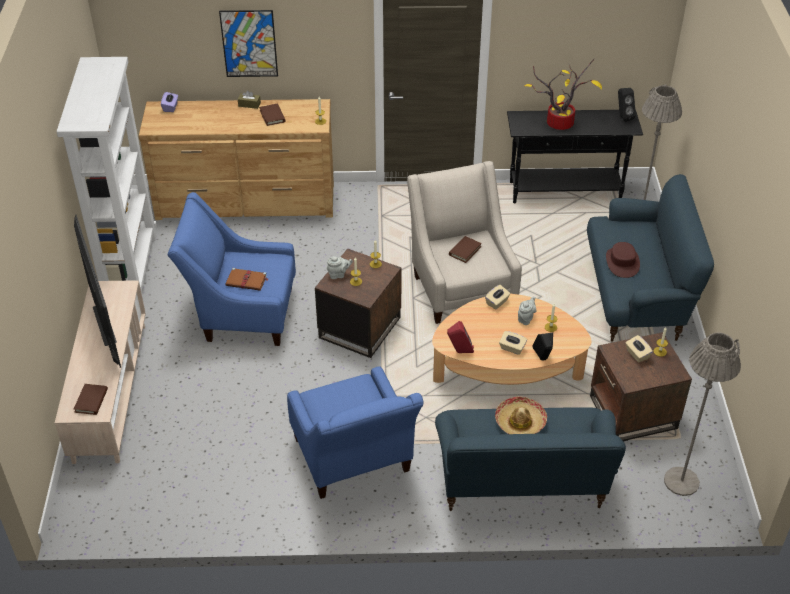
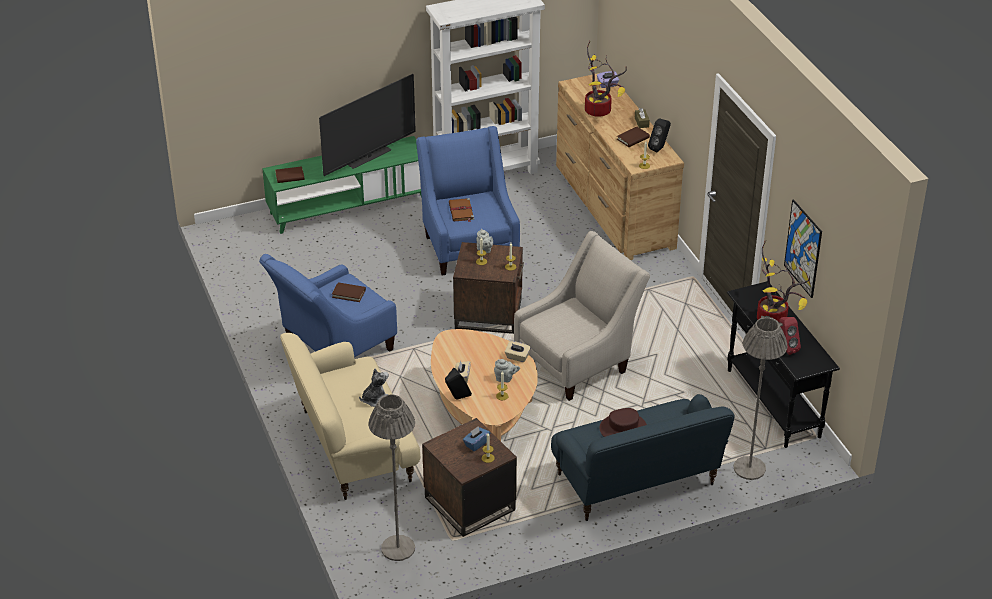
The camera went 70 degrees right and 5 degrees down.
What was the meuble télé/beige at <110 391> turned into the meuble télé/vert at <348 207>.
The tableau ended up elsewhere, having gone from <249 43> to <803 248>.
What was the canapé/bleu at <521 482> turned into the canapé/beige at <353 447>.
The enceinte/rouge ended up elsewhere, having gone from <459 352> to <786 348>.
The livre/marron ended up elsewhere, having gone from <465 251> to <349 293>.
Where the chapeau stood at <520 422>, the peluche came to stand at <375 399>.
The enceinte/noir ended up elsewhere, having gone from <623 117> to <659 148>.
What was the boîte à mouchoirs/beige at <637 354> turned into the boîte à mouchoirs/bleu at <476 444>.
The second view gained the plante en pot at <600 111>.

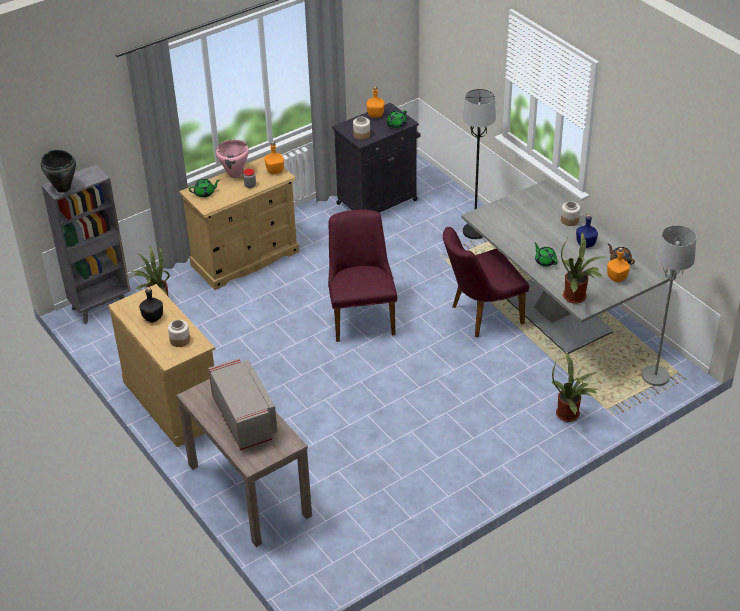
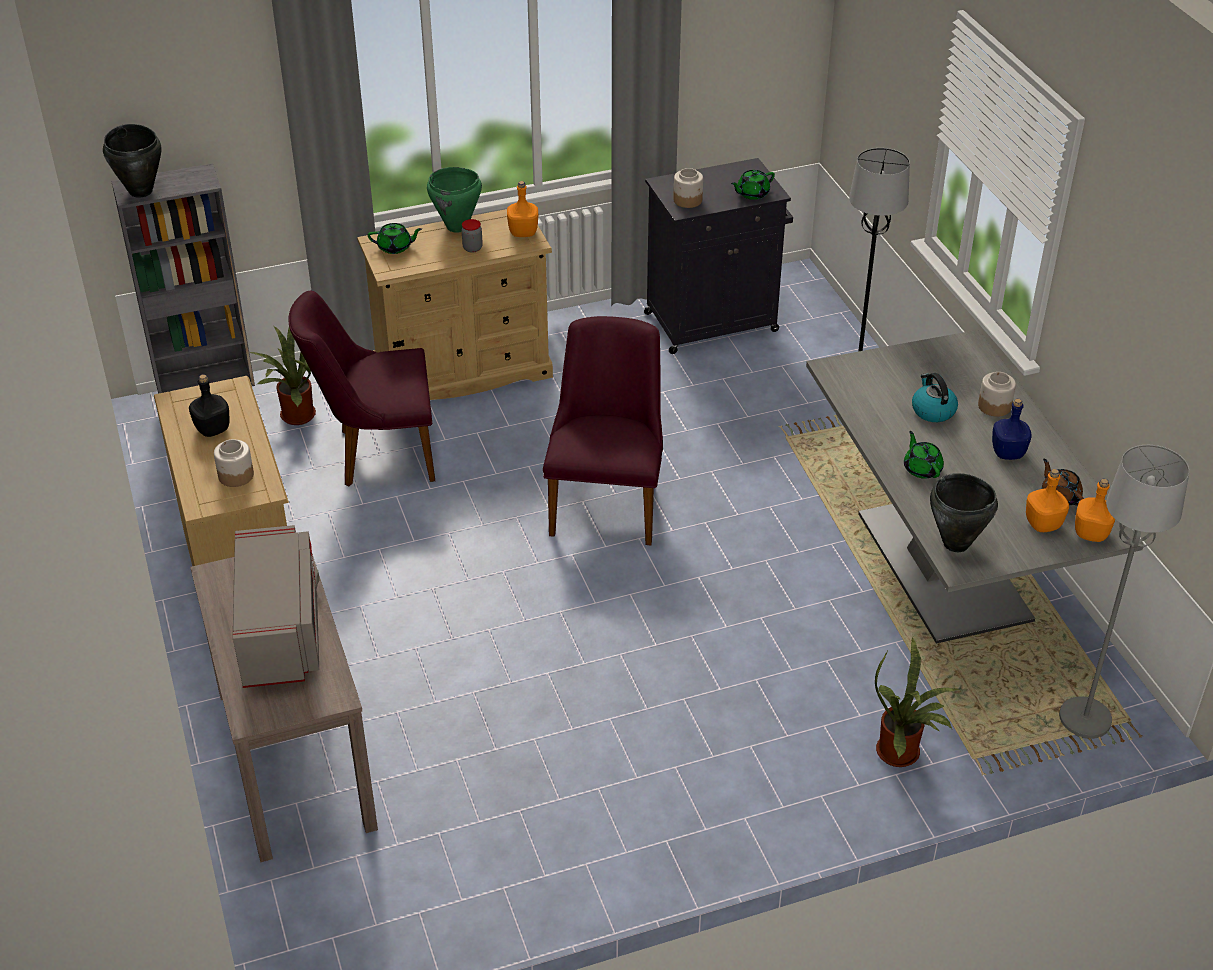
The camera went 15 degrees right and 0 degrees up.
What was the marmite/rose at <235 174> turned into the marmite/vert at <457 227>.
The bouteille/orange ended up elsewhere, having gone from <375 115> to <1090 533>.
The chaise/violet ended up elsewhere, having gone from <480 316> to <376 454>.
Where the plante en pot stood at <577 297>, the marmite/noir came to stand at <956 544>.
The second view gained the bouilloire at <932 410>.

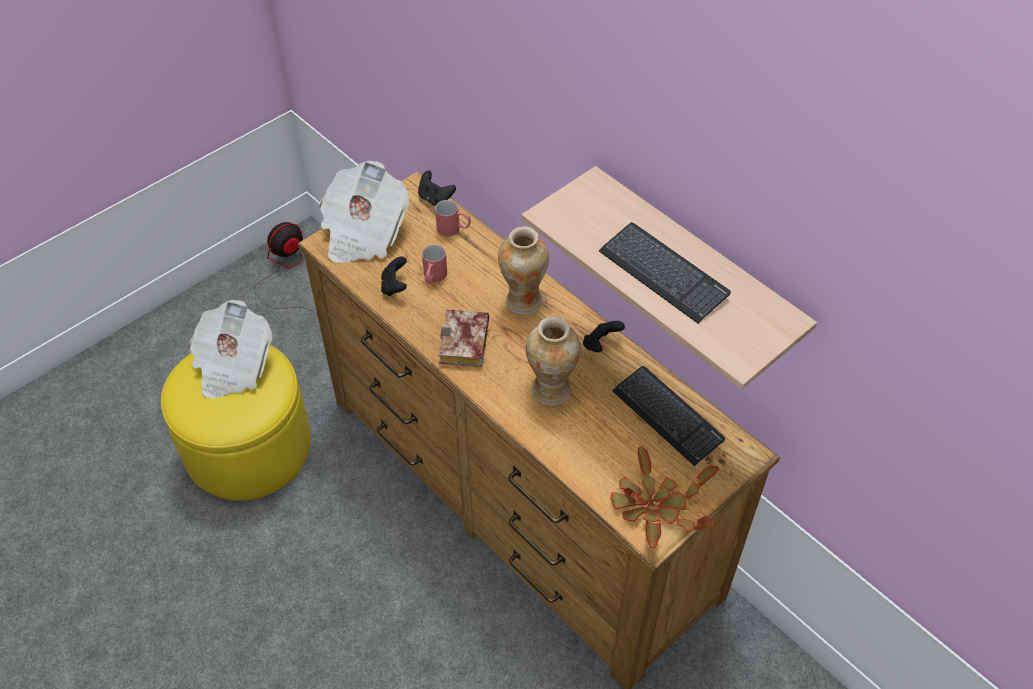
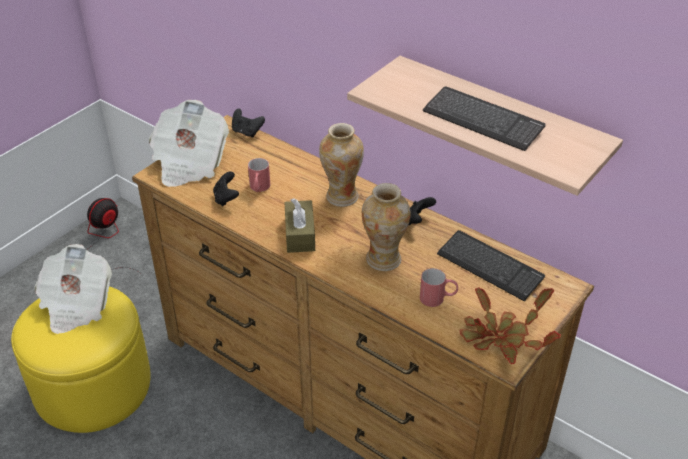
The camera went 10 degrees left and 10 degrees down.
The mug/rouge ended up elsewhere, having gone from <454 230> to <438 299>.
Where the livre stood at <466 345>, the boîte à mouchoirs/marron came to stand at <300 234>.

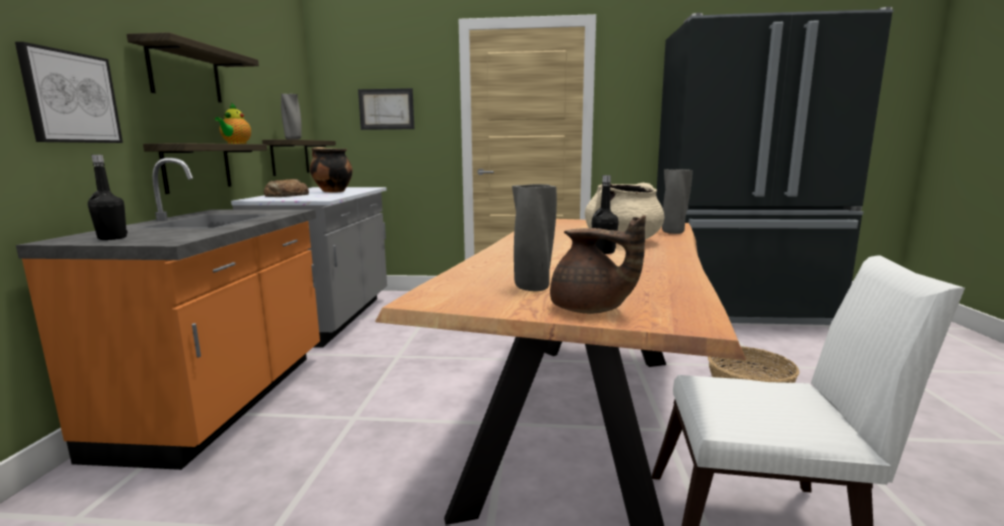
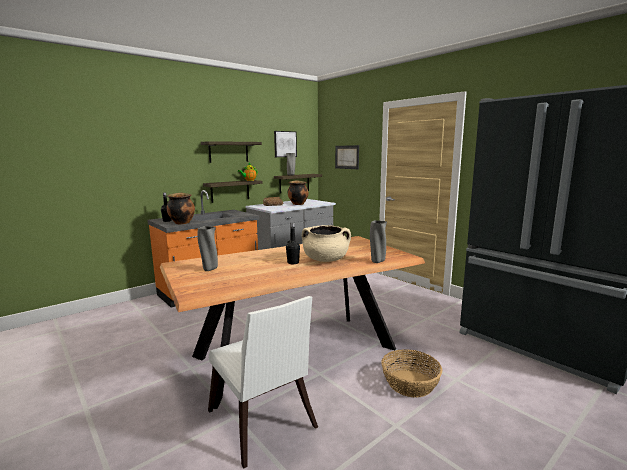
The camera went 45 degrees right and 0 degrees up.
The tableau ended up elsewhere, having gone from <70 97> to <285 144>.
The second view lost the théière/marron at <590 310>.
The second view gained the marmite at <181 223>.

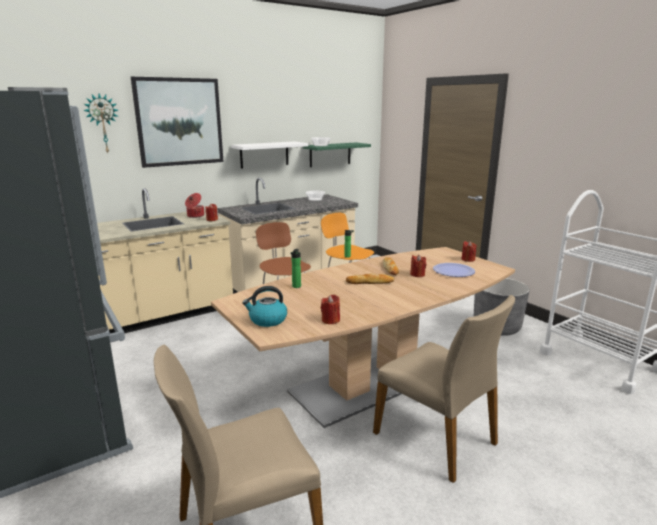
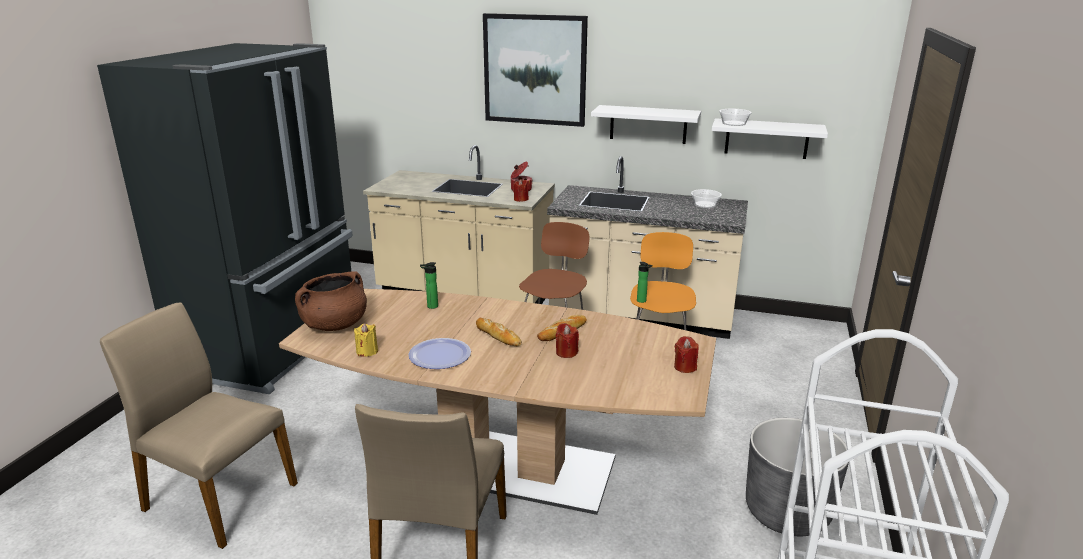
The camera went 50 degrees right and 5 degrees up.
The second view lost the horloge murale at <103 124>.
Where the bouilloire stood at <267 320>, the marmite/marron came to stand at <334 325>.
What was the étagère/vert at <330 154> turned into the étagère/blanc at <766 138>.
What was the bougie/rouge at <330 320> turned into the bougie/jaune at <367 351>.
The assiette ended up elsewhere, having gone from <453 271> to <439 355>.

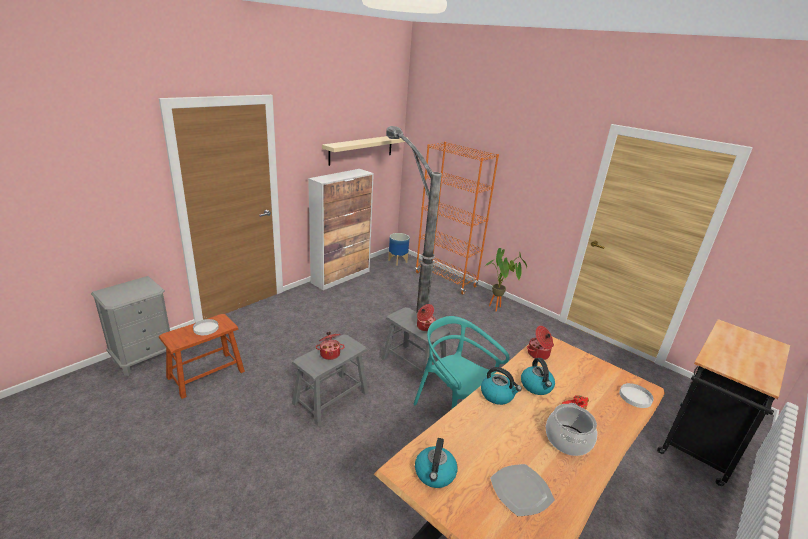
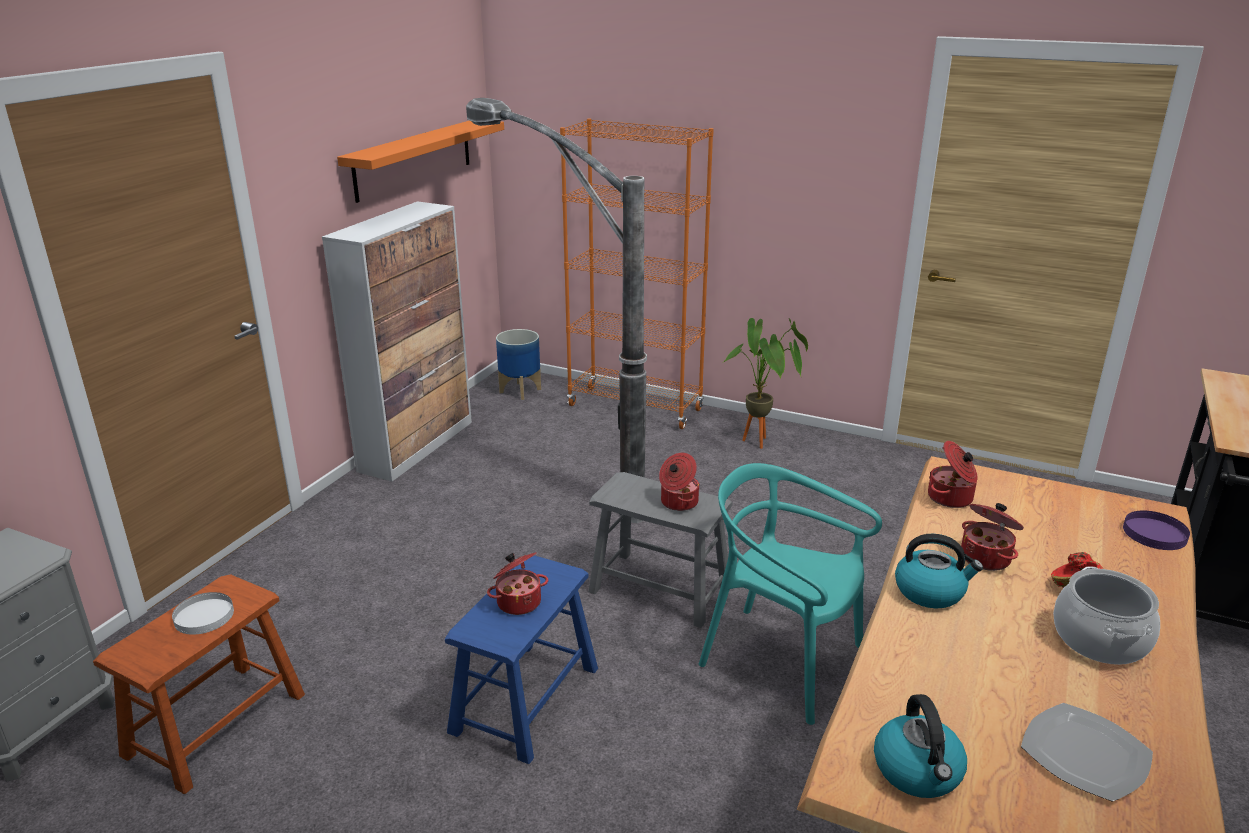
The camera went 15 degrees left and 0 degrees up.
What was the tabouret/gris at <330 398> turned into the tabouret/bleu at <525 699>.
What was the étagère/beige at <361 149> turned into the étagère/orange at <414 159>.
Where the bouilloire stood at <536 386>, the marmite came to stand at <986 557>.
What was the assiette/blanc at <635 397> turned into the assiette/violet at <1155 533>.

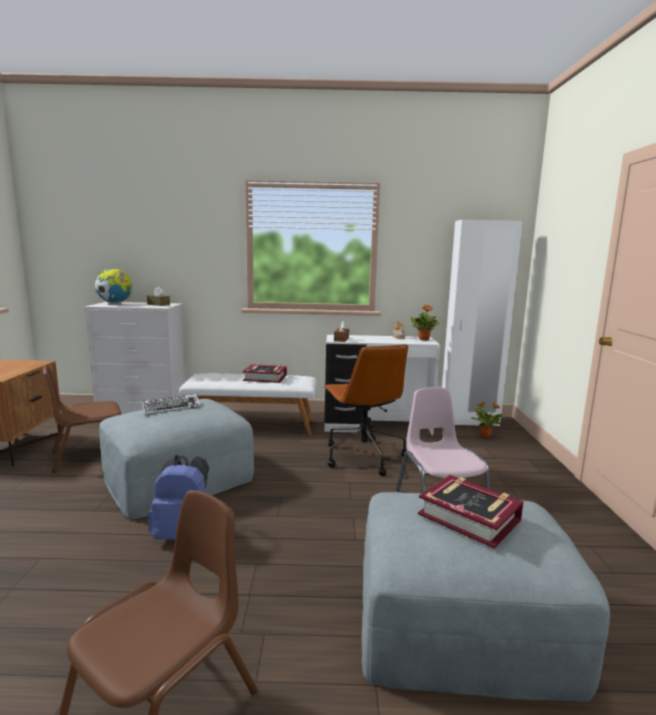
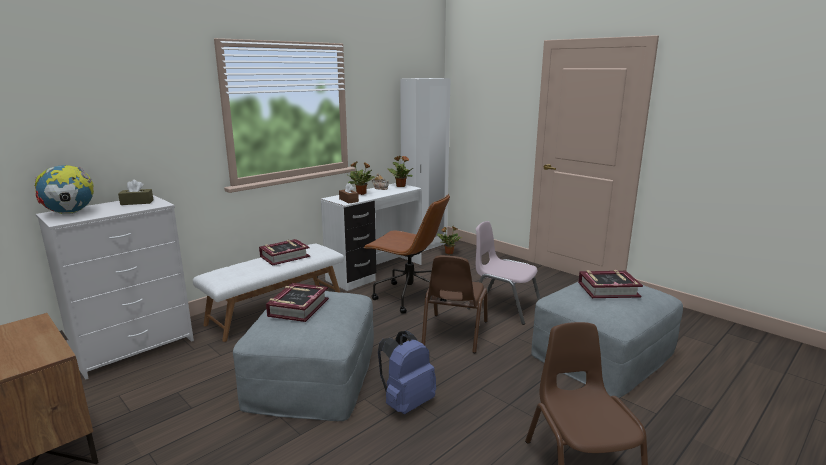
The camera went 45 degrees left and 5 degrees up.
The chaise/marron ended up elsewhere, having gone from <91 455> to <454 333>.
Where the clavier stood at <171 408>, the livre came to stand at <298 307>.
The second view gained the plante en pot at <361 193>.

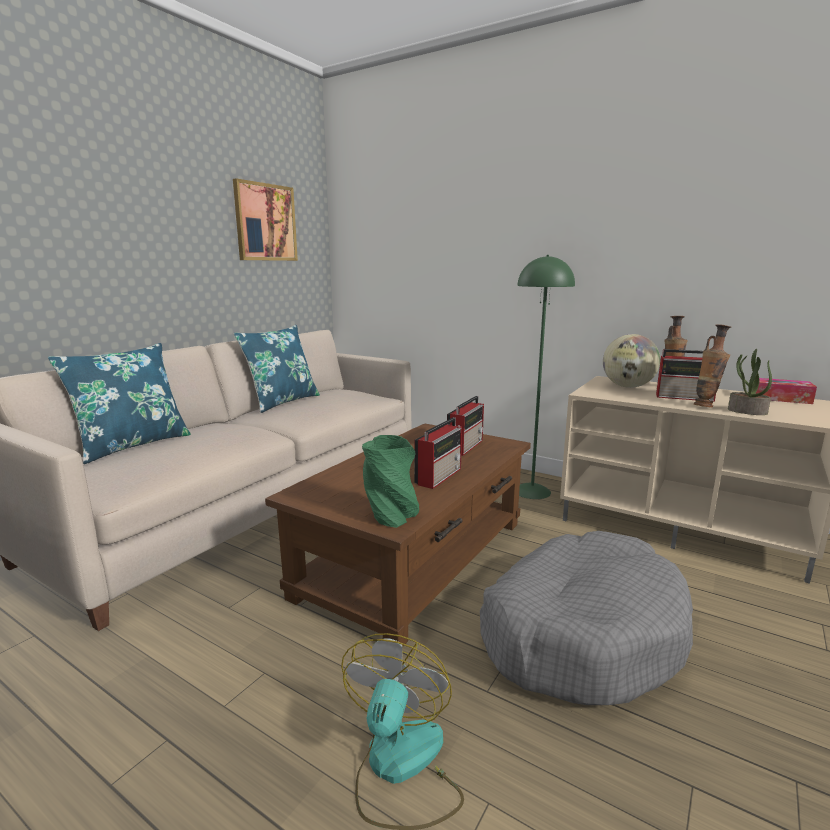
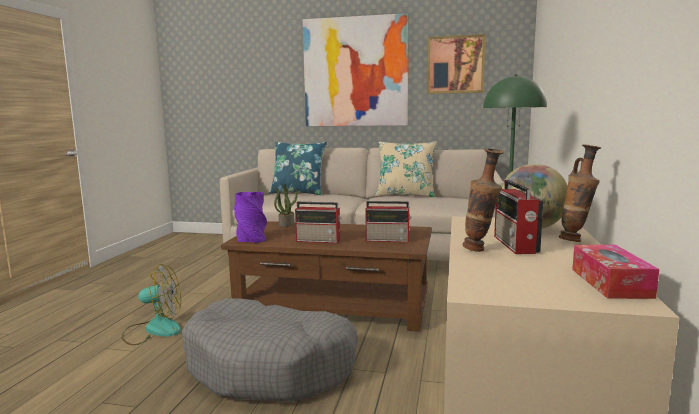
The camera went 70 degrees right and 5 degrees down.
What was the coussin/bleu at <282 402> turned into the coussin/beige at <405 195>.
What was the vase/vert at <391 516> turned into the vase/violet at <251 239>.
The plante en pot ended up elsewhere, having gone from <746 411> to <286 224>.
The second view gained the tableau at <355 72>.

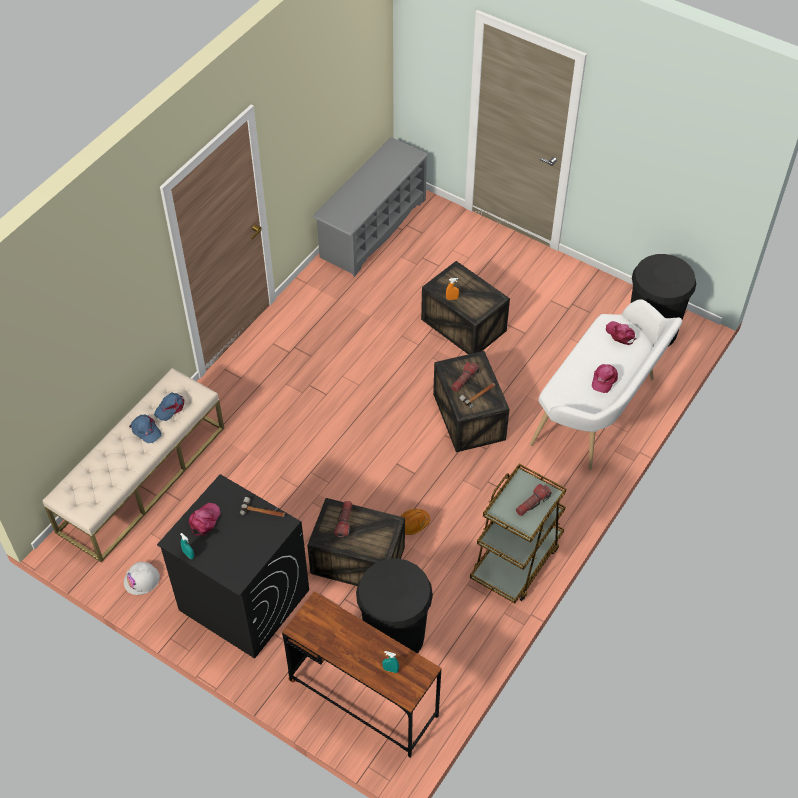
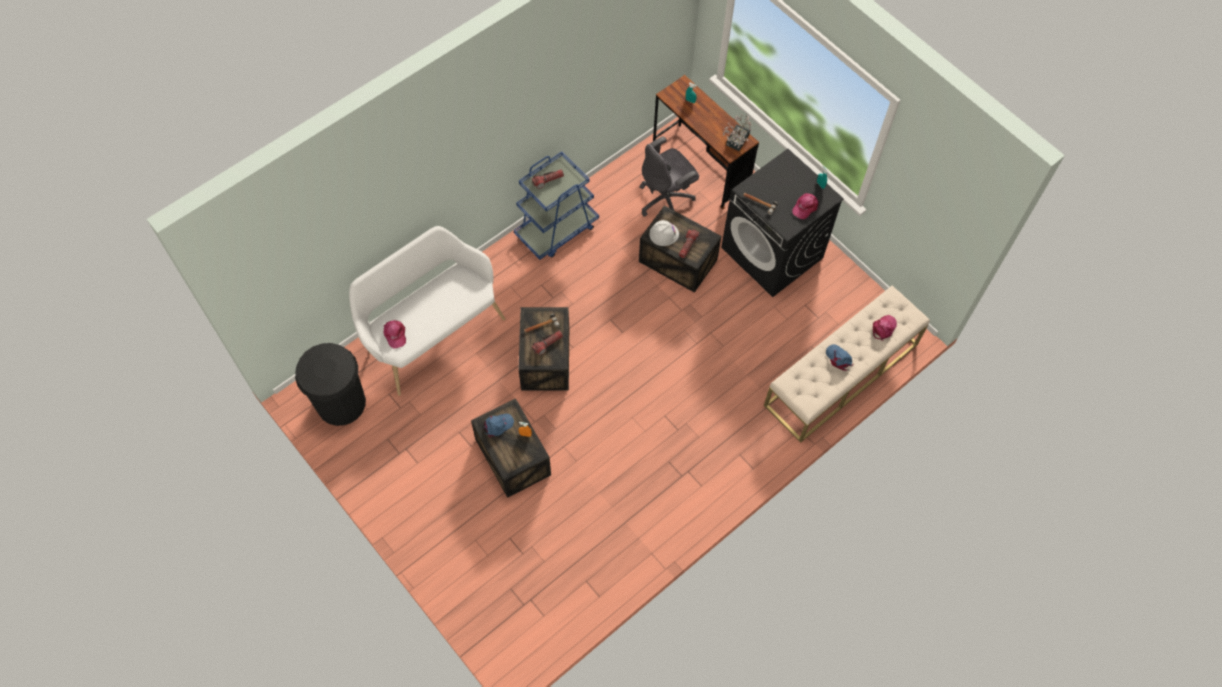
The camera went 165 degrees left and 10 degrees up.
The casque de chantier/blanc ended up elsewhere, having gone from <142 579> to <664 234>.
The casquette/bleu ended up elsewhere, having gone from <170 408> to <498 425>.
The second view lost the étagère à chaussures/gris at <373 228>.
Where the poubelle/noir stood at <394 635>, the chaise de bureau/gris came to stand at <666 200>.
The second view lost the casque de chantier/orange at <413 524>.
What was the chariot/marron at <516 560> turned into the chariot/bleu at <557 230>.
The casquette/rose ended up elsewhere, having gone from <604 379> to <883 328>.
The second view gained the plante en pot at <735 142>.

